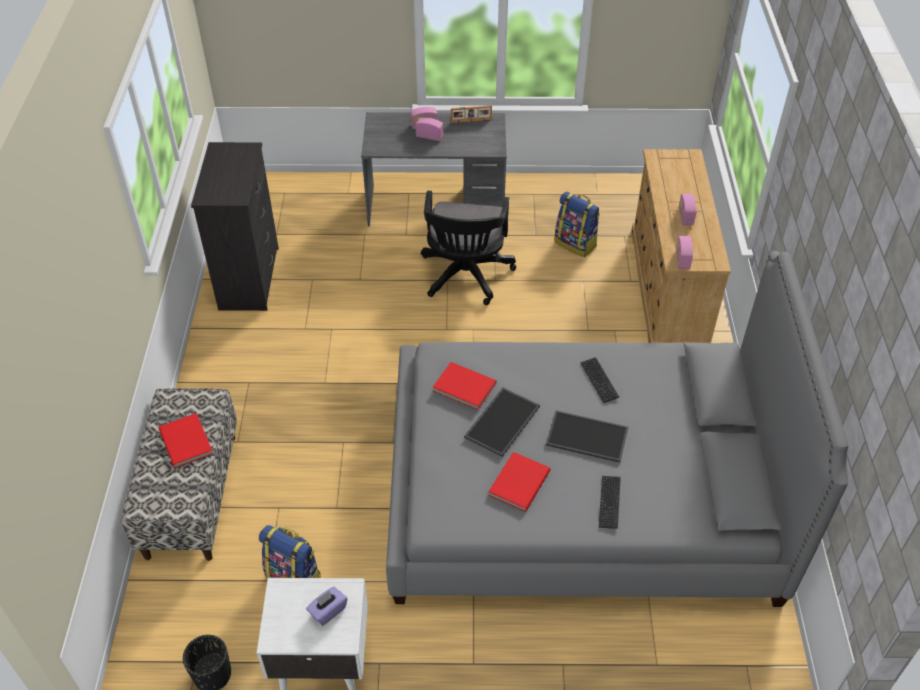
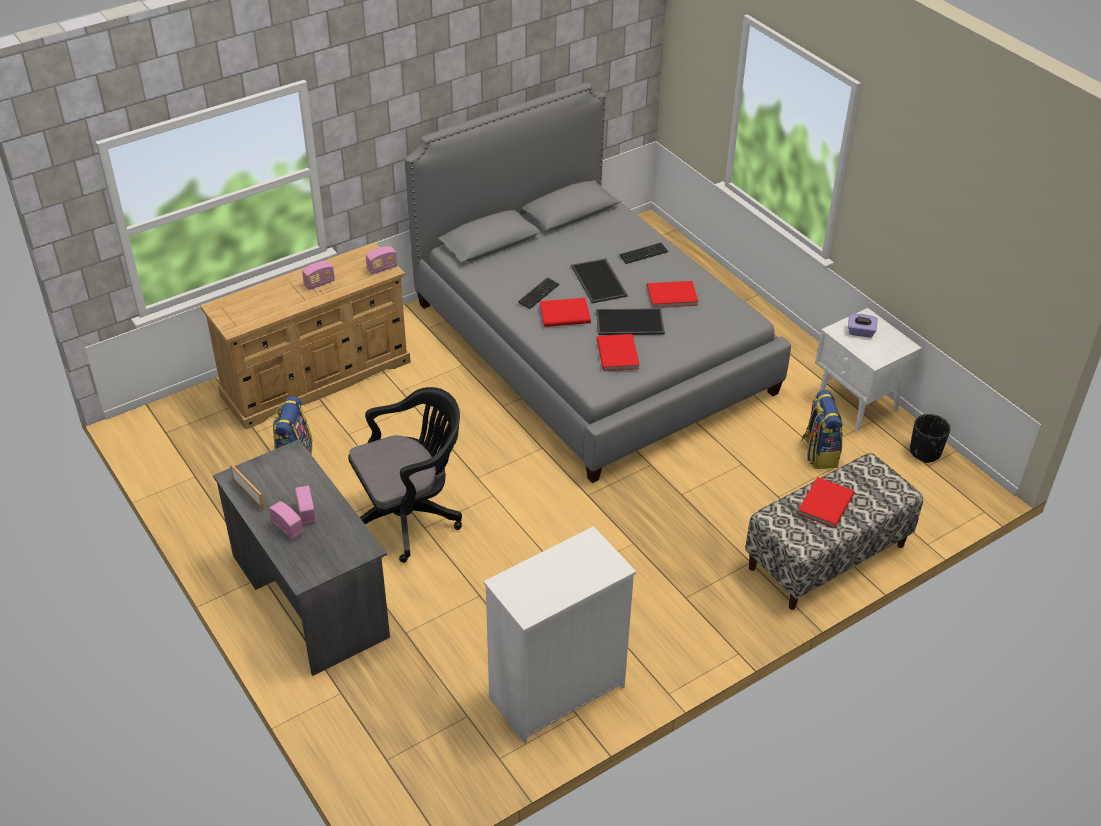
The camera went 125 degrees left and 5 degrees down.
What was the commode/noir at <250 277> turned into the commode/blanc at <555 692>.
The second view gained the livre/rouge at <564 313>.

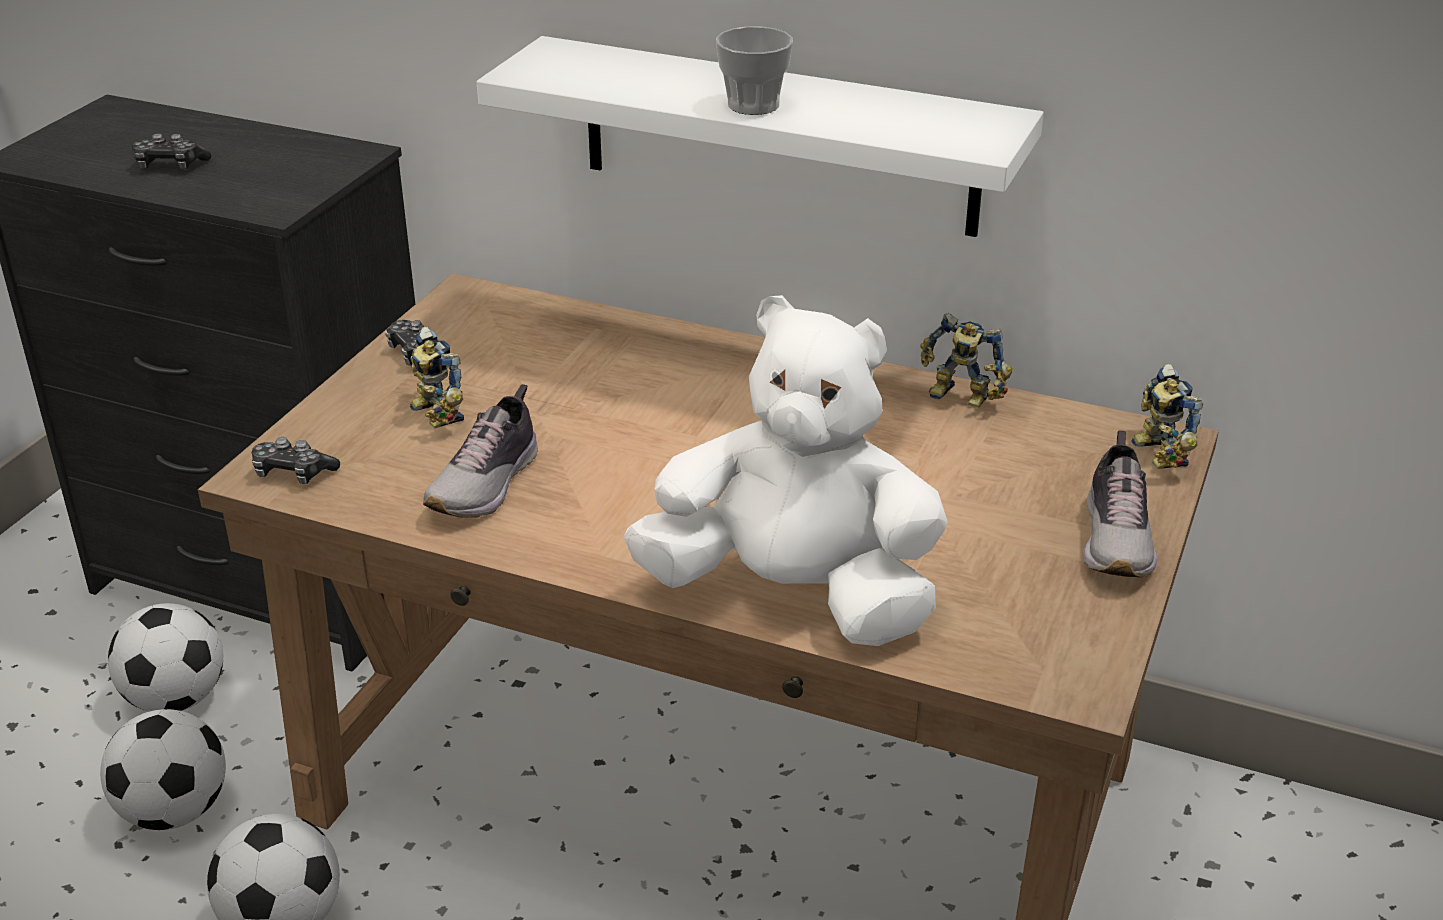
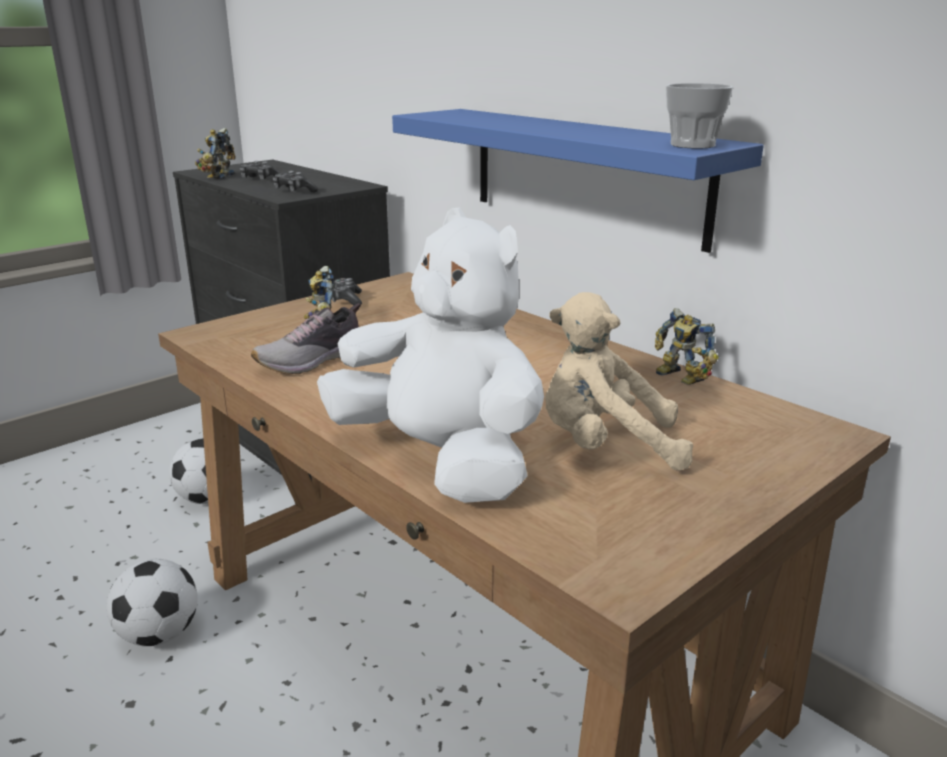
The camera went 25 degrees right and 10 degrees down.
The second view lost the ballon de foot at <174 811>.
The manette ended up elsewhere, having gone from <293 473> to <294 191>.
What was the étagère/blanc at <778 136> turned into the étagère/bleu at <585 174>.
The tasse ended up elsewhere, having gone from <753 105> to <692 145>.
The second view lost the chaussure at <1117 539>.
The robot jouet ended up elsewhere, having gone from <1156 455> to <218 176>.
The second view gained the peluche/beige at <605 447>.

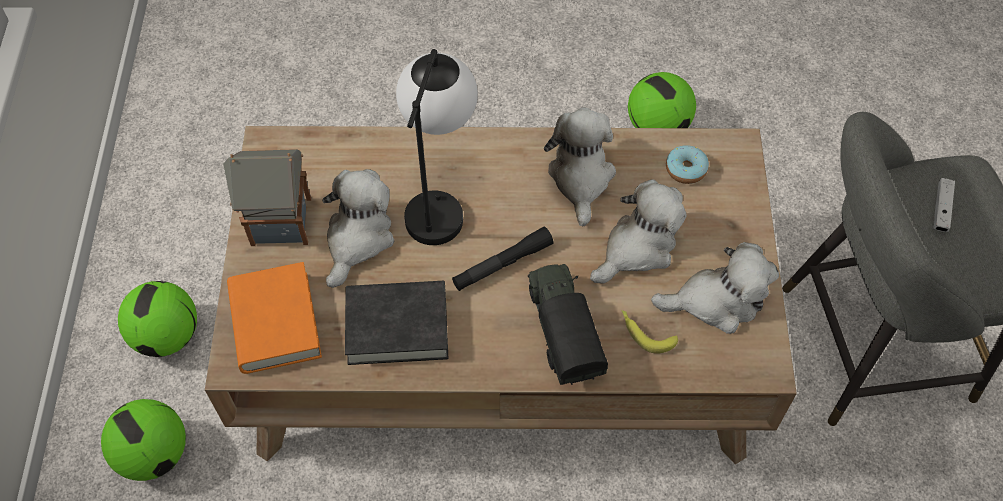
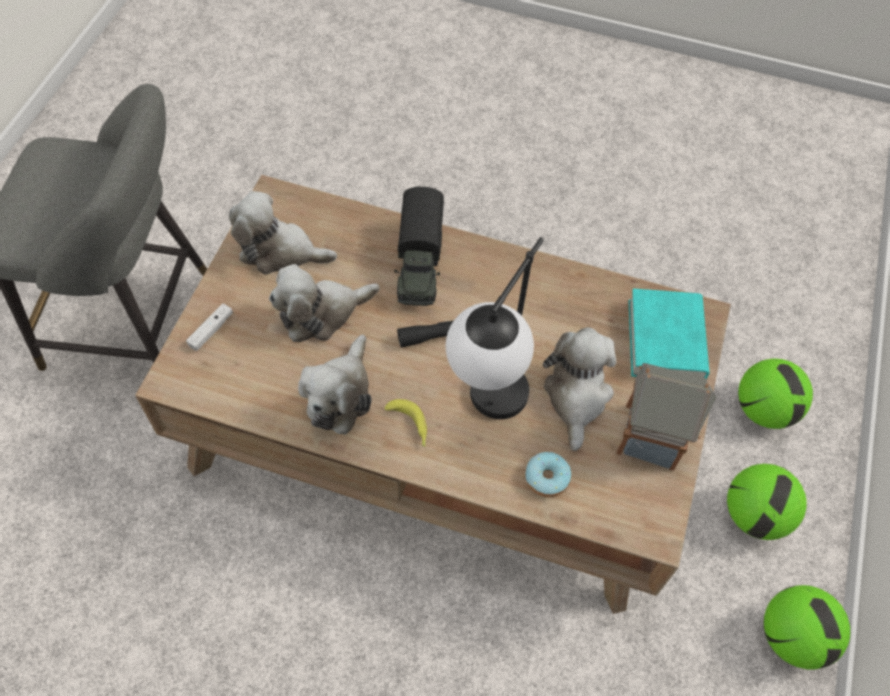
The camera went 165 degrees left and 0 degrees up.
What was the livre/orange at <275 323> turned into the livre/turquoise at <665 340>.
The peluche at <358 238> ended up facing another way, 150 degrees clockwise from before.
The second view lost the livre/noir at <397 326>.
The banane ended up elsewhere, having gone from <645 333> to <410 426>.
The ballon de foot ended up elsewhere, having gone from <657 126> to <792 637>.
The beignet ended up elsewhere, having gone from <686 169> to <546 478>.
The manette/blanc ended up elsewhere, having gone from <941 209> to <211 330>.

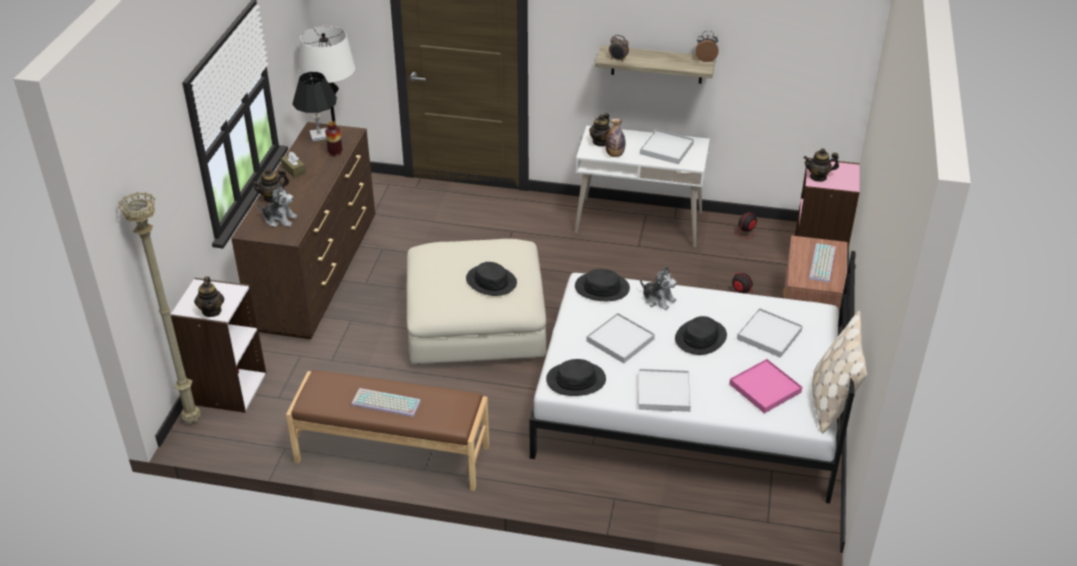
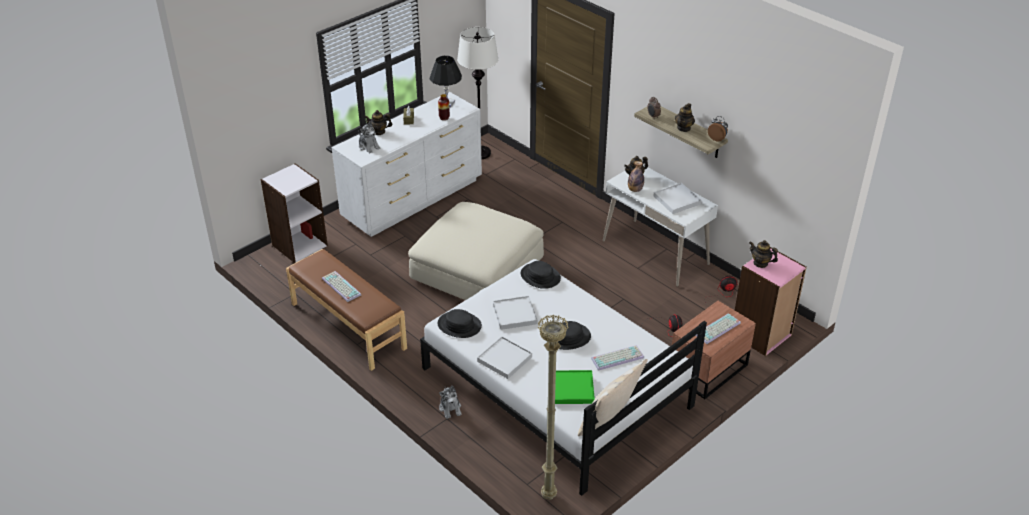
The camera went 35 degrees right and 0 degrees up.
The lampadaire/beige ended up elsewhere, having gone from <191 421> to <547 496>.
The théière ended up elsewhere, having gone from <212 311> to <684 128>.
What was the commode/marron at <318 275> turned into the commode/blanc at <414 199>.
The second view lost the chapeau/noir at <491 281>.
The peluche ended up elsewhere, having gone from <658 299> to <450 408>.
What was the plateau/rose at <765 388> turned into the plateau/vert at <572 389>.
Where the plateau/blanc stood at <769 335>, the clavier came to stand at <617 357>.

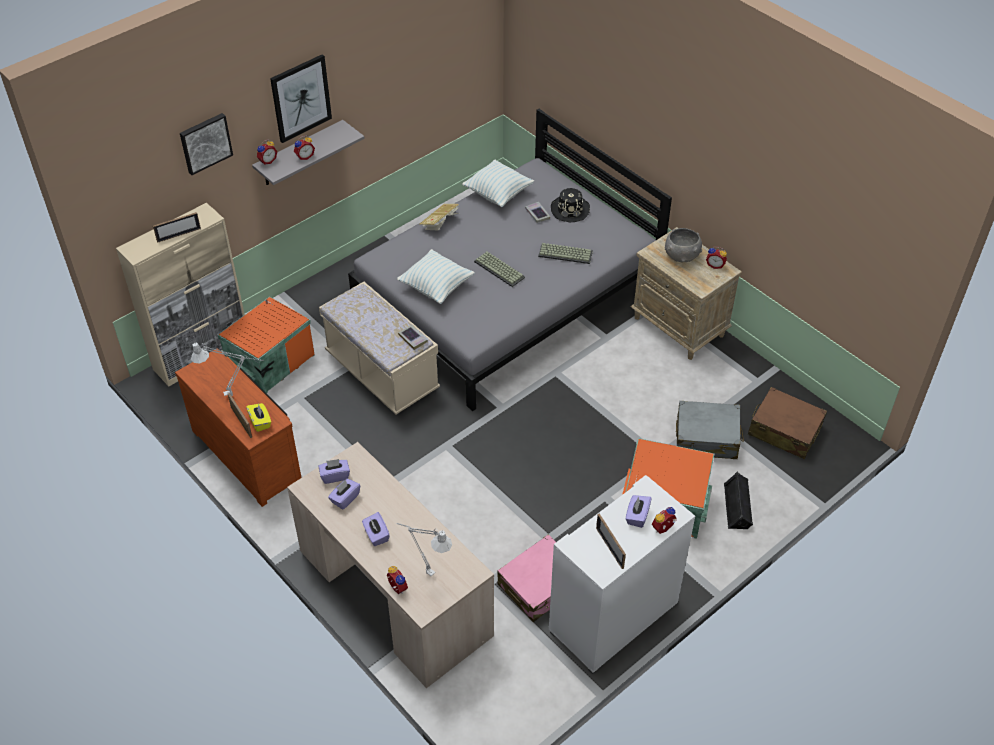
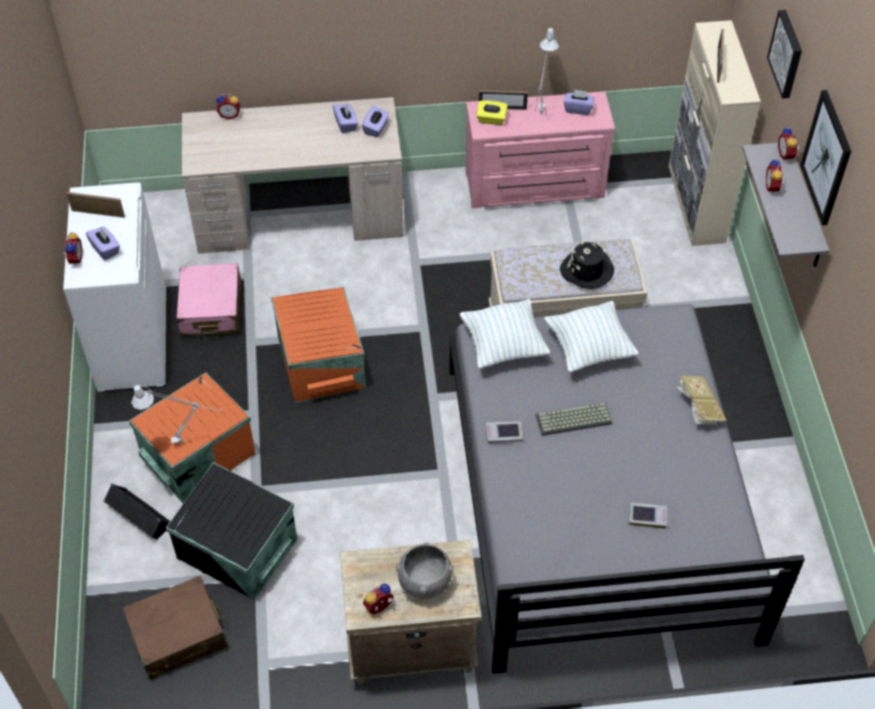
The camera went 125 degrees right and 5 degrees up.
What was the commode/marron at <249 453> turned into the commode/rose at <535 187>.
The boîte de rangement/orange ended up elsewhere, having gone from <269 360> to <322 361>.
The boîte à mouchoirs/violet ended up elsewhere, having gone from <376 535> to <578 109>.
The lampe de table/gris ended up elsewhere, having gone from <424 570> to <186 442>.
The livre ended up elsewhere, having gone from <413 339> to <503 434>.
The coussin ended up elsewhere, having gone from <498 194> to <503 345>.
The second view lost the clavier at <566 253>.
The chapeau/noir ended up elsewhere, having gone from <570 209> to <586 270>.
Where the valise/gris stood at <707 438>, the boîte de rangement/noir came to stand at <237 551>.

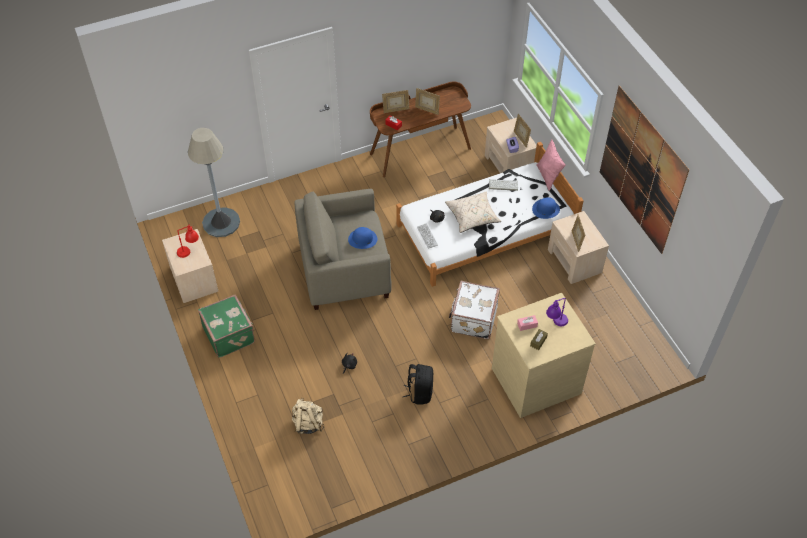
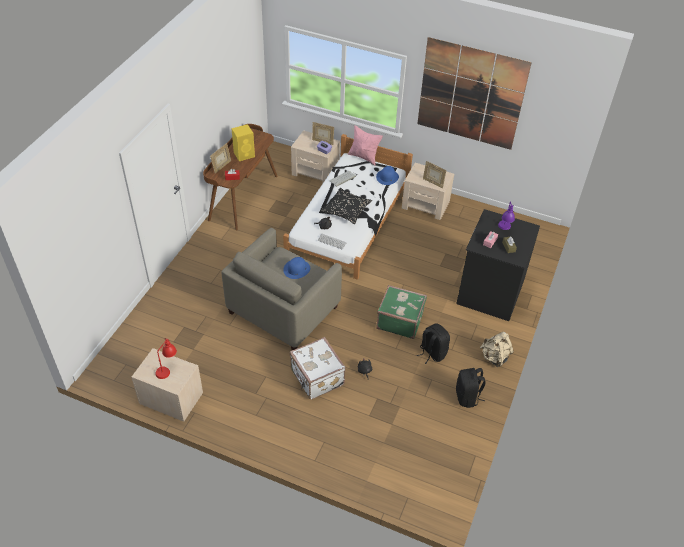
The camera went 45 degrees left and 5 degrees down.
The second view lost the lampadaire/gris at <221 222>.
The valise/vert ended up elsewhere, having gone from <230 334> to <399 320>.
The sac à dos/beige ended up elsewhere, having gone from <308 423> to <494 357>.
Where the cadre photo stood at <427 110>, the enceinte/jaune came to stand at <244 154>.
What was the coussin/beige at <472 216> turned into the coussin/noir at <346 210>.
The valise/blanc ended up elsewhere, having gone from <472 319> to <316 378>.
What was the commode/beige at <535 379> turned into the commode/noir at <489 291>.
The second view gained the sac à dos/noir at <467 397>.

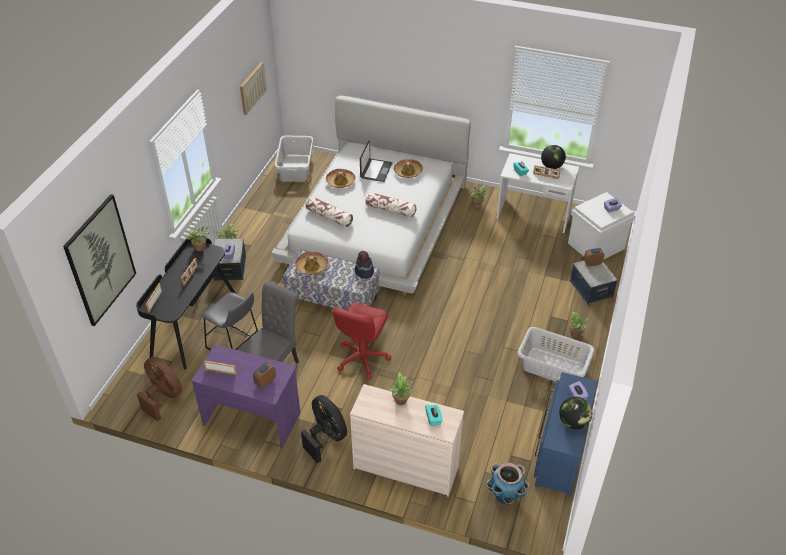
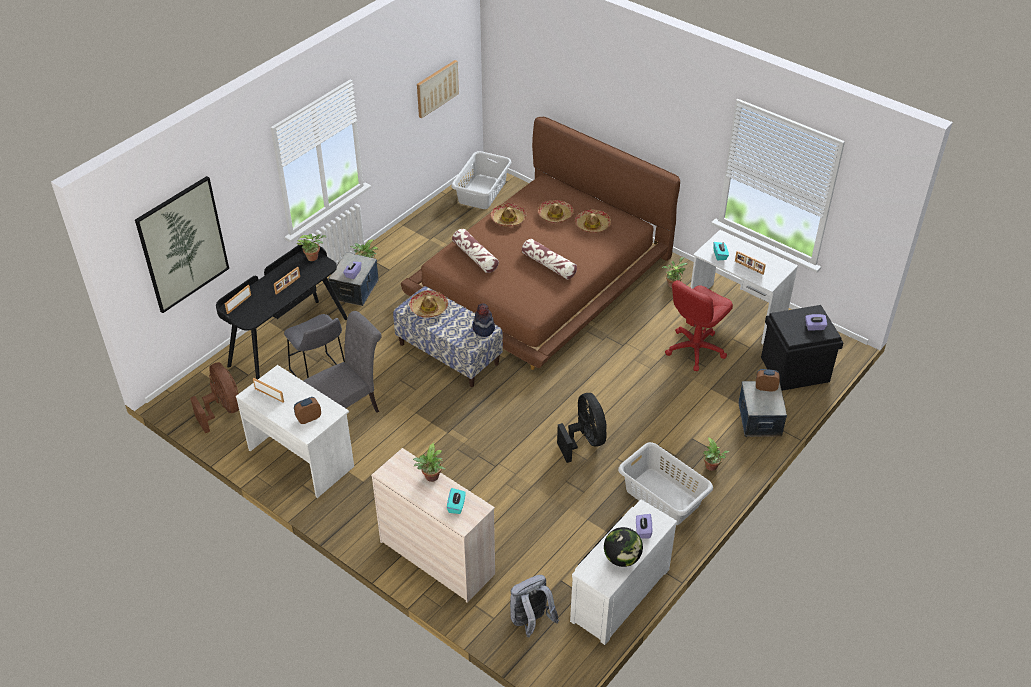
The camera went 20 degrees right and 0 degrees up.
What was the bureau/violet at <252 418> turned into the bureau/blanc at <301 457>.
What was the lit/blanc at <375 222> turned into the lit/marron at <541 276>.
The ventilateur/noir ended up elsewhere, having gone from <326 437> to <584 441>.
The chaise de bureau/rouge ended up elsewhere, having gone from <362 358> to <695 349>.
Where the ordinateur portable stood at <375 170>, the chapeau came to stand at <555 215>.
Where the cache-pot stood at <505 496>, the sac à dos/gris came to stand at <531 622>.
What was the commode/bleu at <559 452> turned into the commode/blanc at <617 593>.
The second view lost the globe at <551 166>.
What was the boîte de rangement/blanc at <595 246> turned into the boîte de rangement/noir at <794 370>.

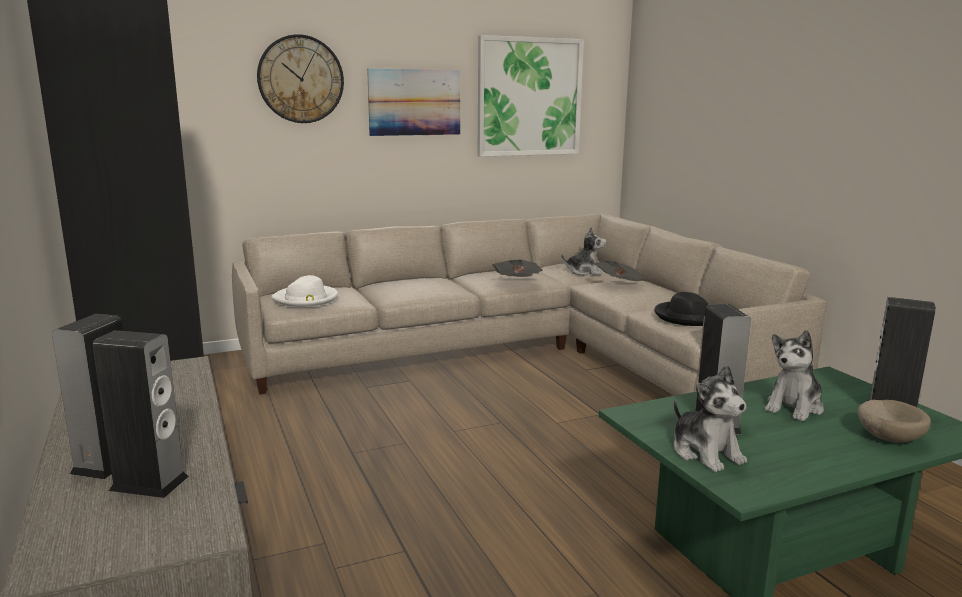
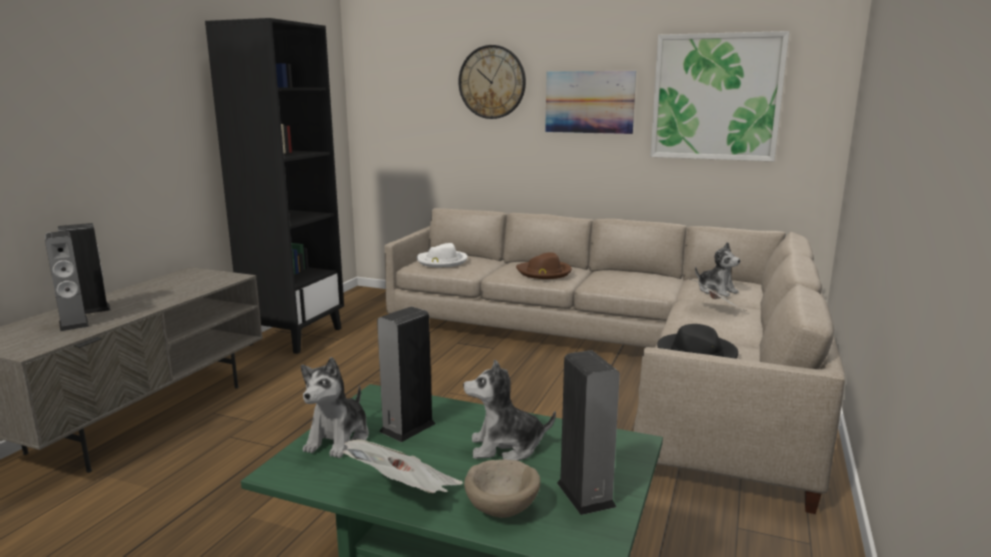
The camera went 45 degrees right and 0 degrees up.
The journal ended up elsewhere, having gone from <517 282> to <405 493>.
The second view gained the chapeau/marron at <544 272>.

